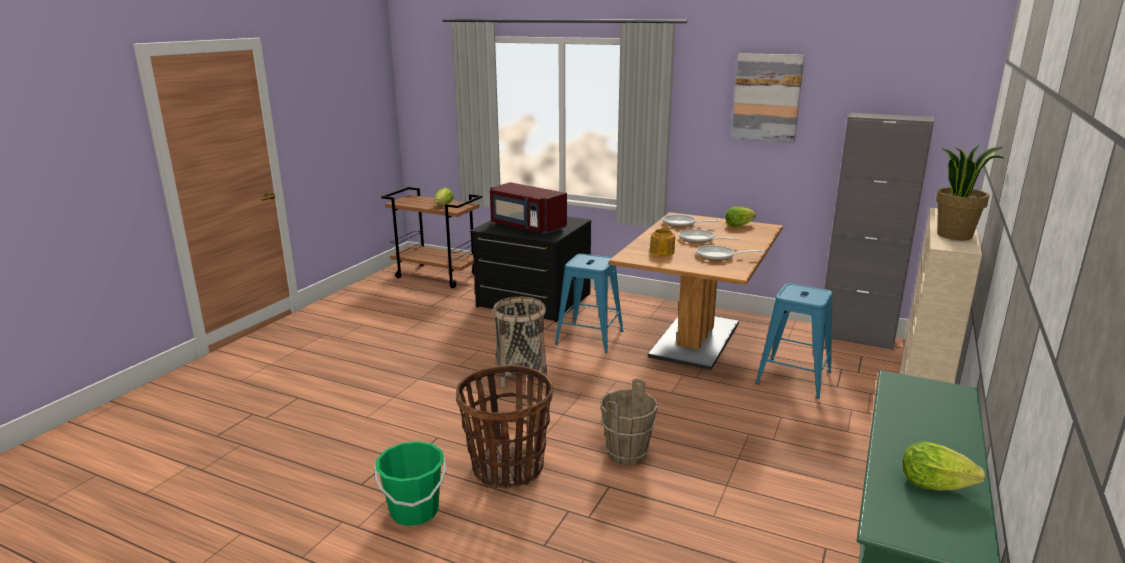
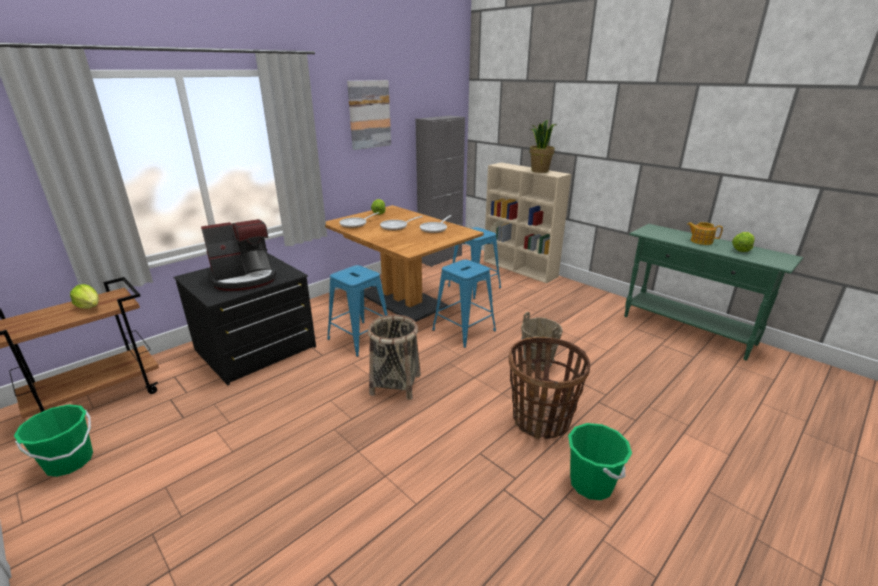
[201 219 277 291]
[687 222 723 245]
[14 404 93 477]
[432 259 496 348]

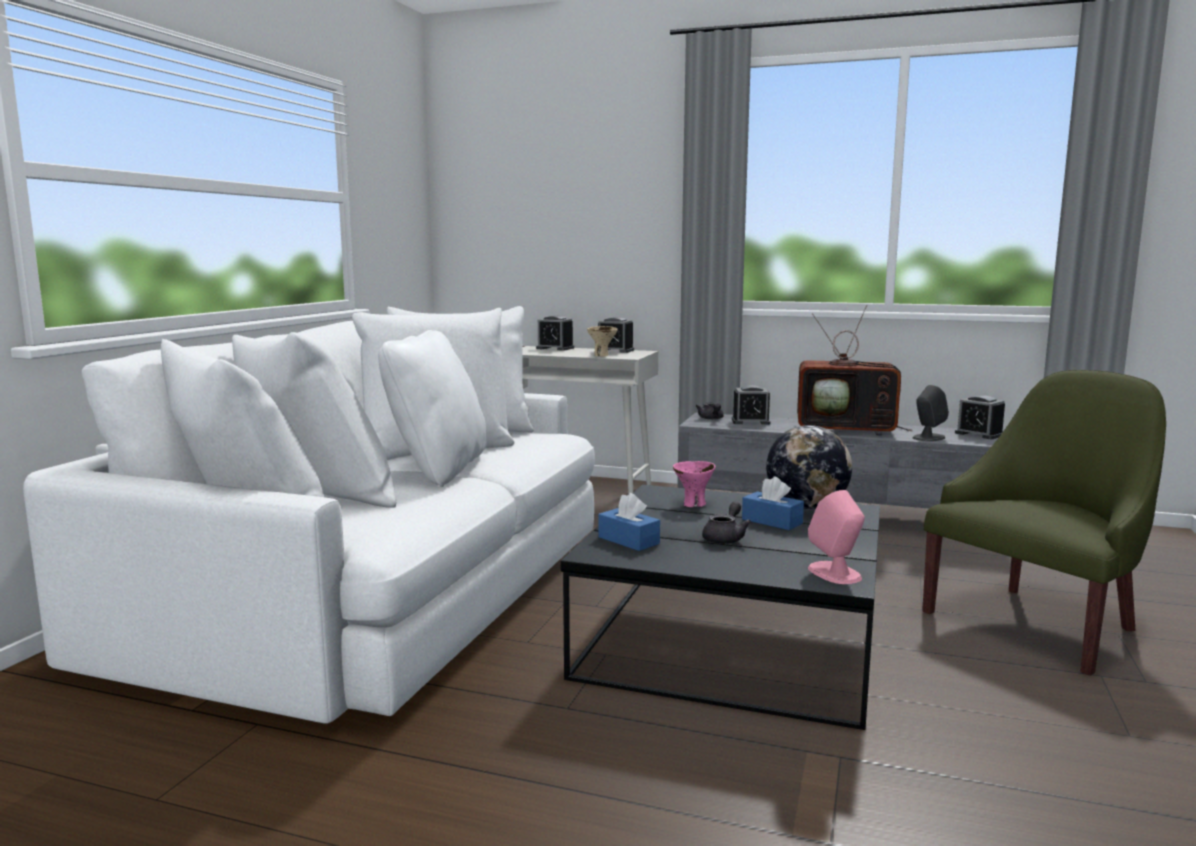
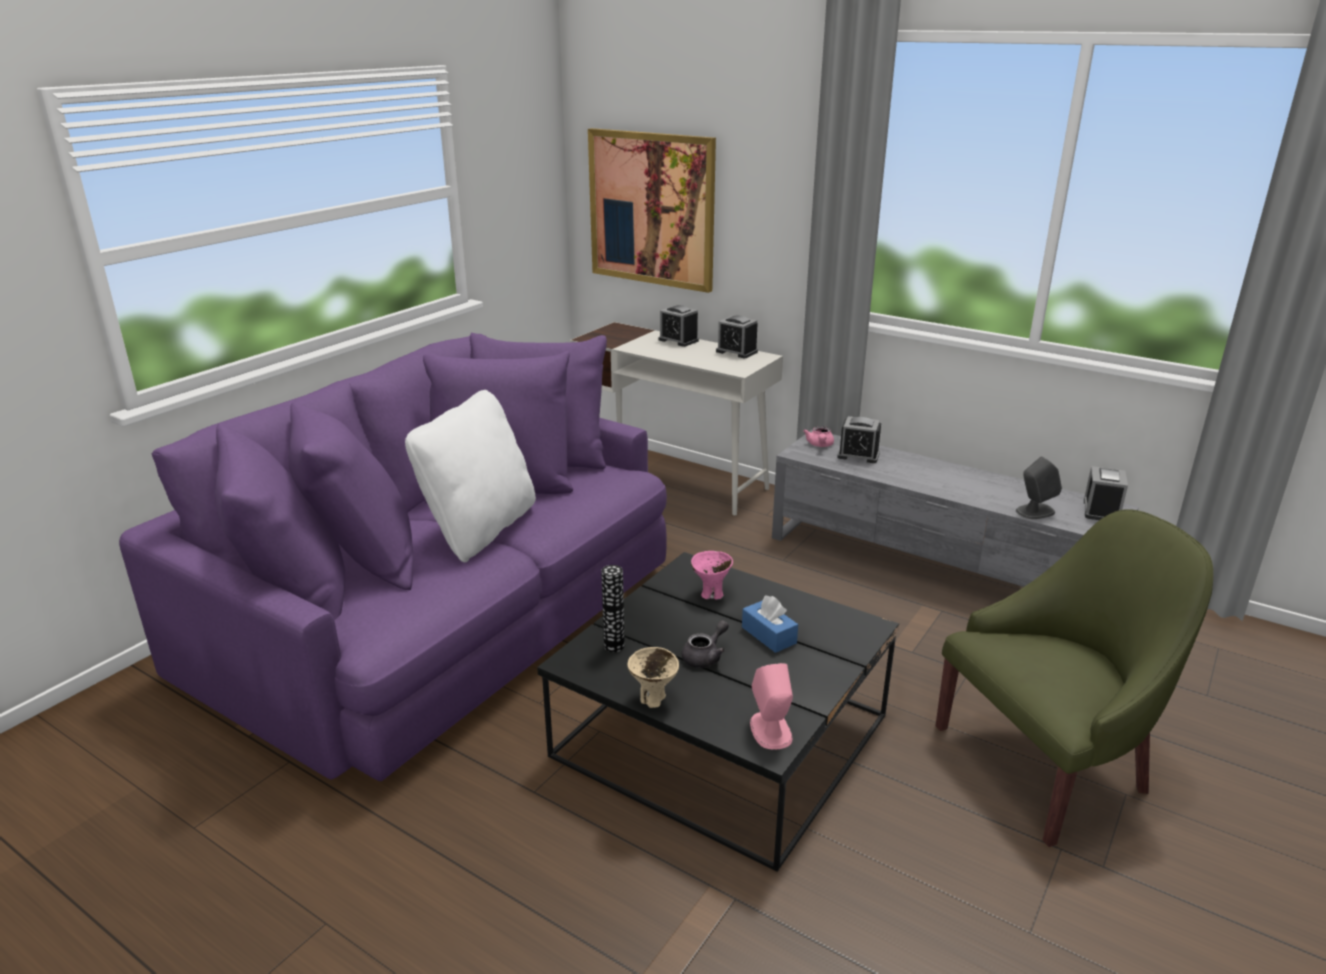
[119 333 667 781]
[628 647 679 708]
[601 565 625 652]
[803 426 834 447]
[766 425 852 509] (first image)
[797 305 912 436] (first image)
[1084 466 1128 520]
[588 128 716 293]

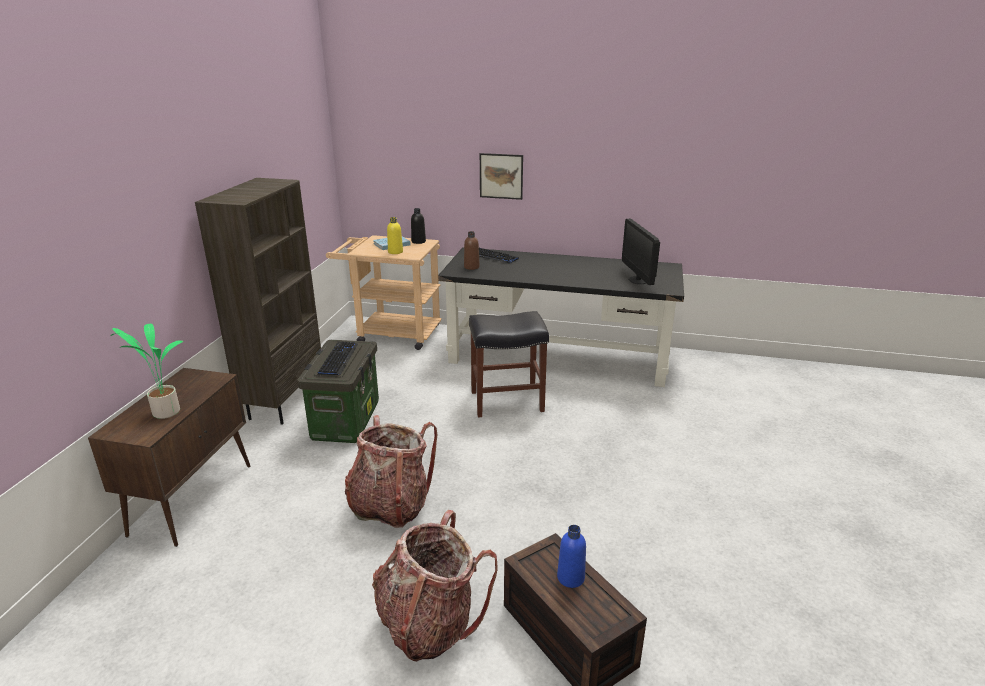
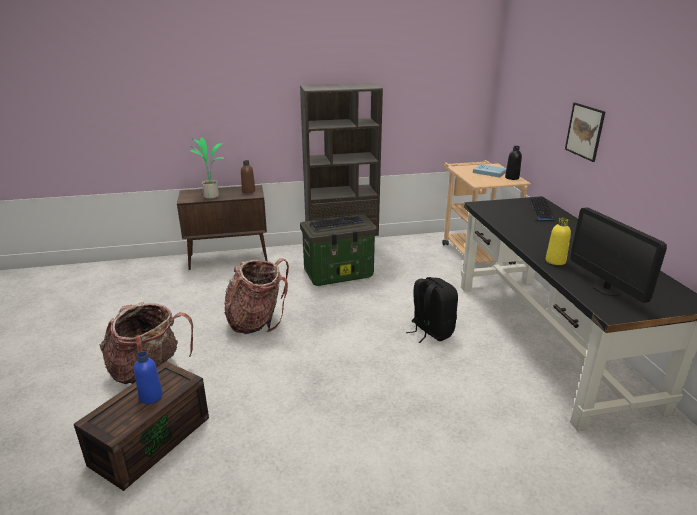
[546 218 571 265]
[241 160 255 193]
[406 277 458 343]
[570 208 667 303]

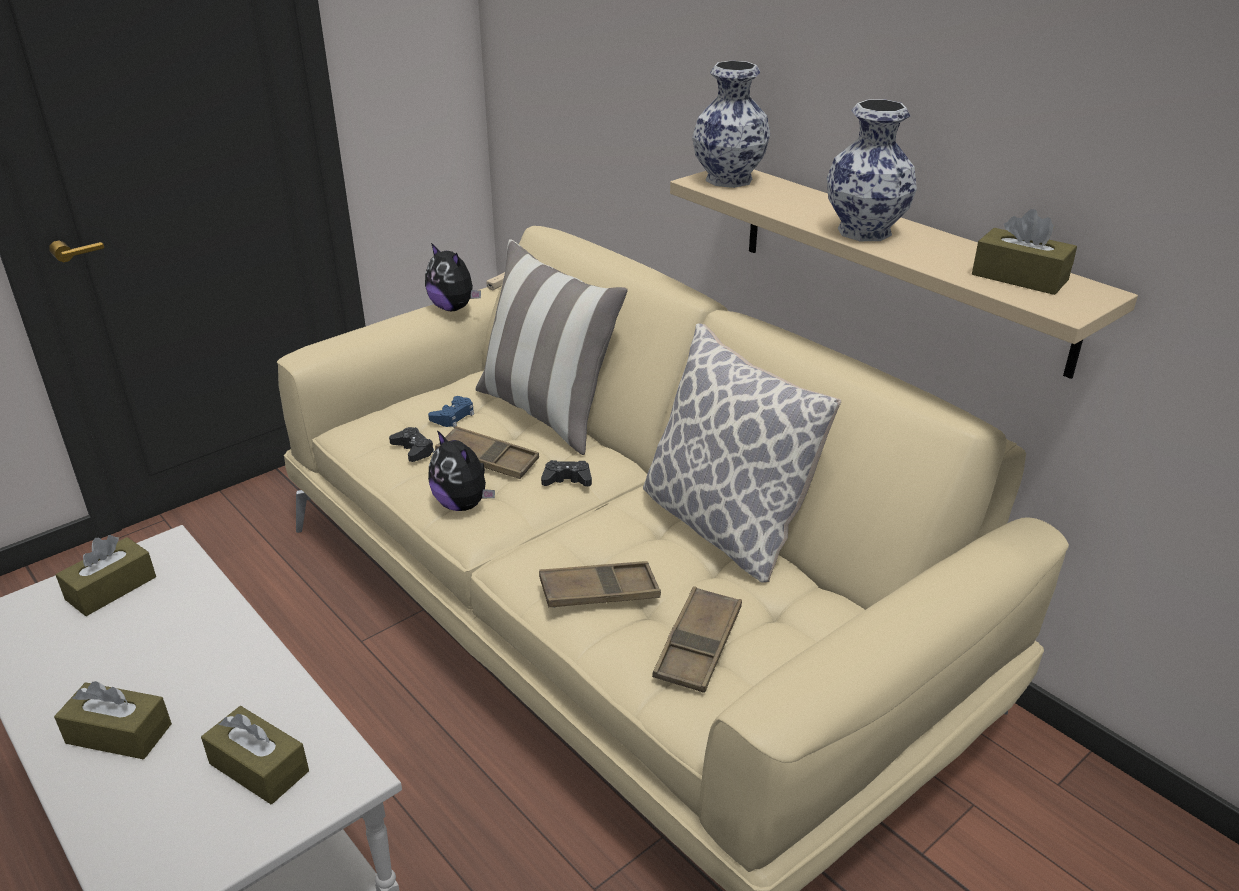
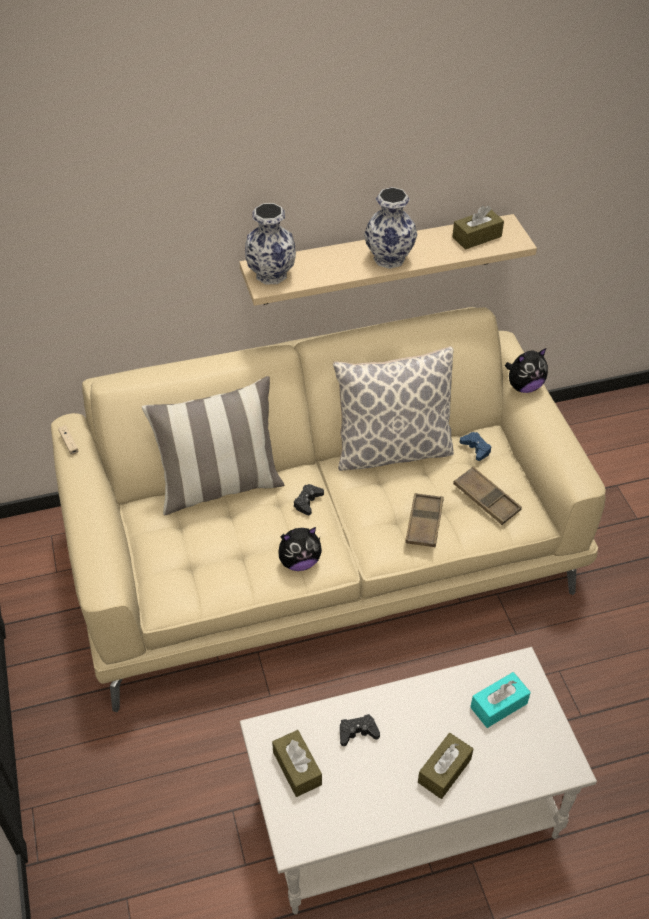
[470 672 531 728]
[340 714 380 746]
[505 348 548 393]
[460 432 491 461]
[435 426 539 479] (first image)

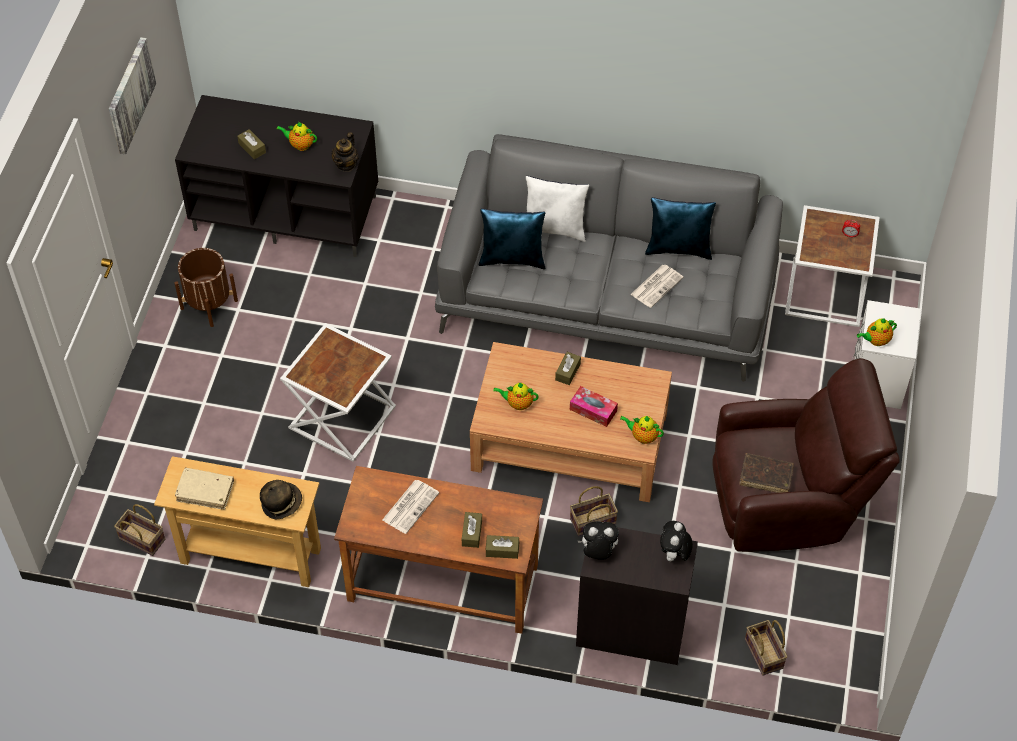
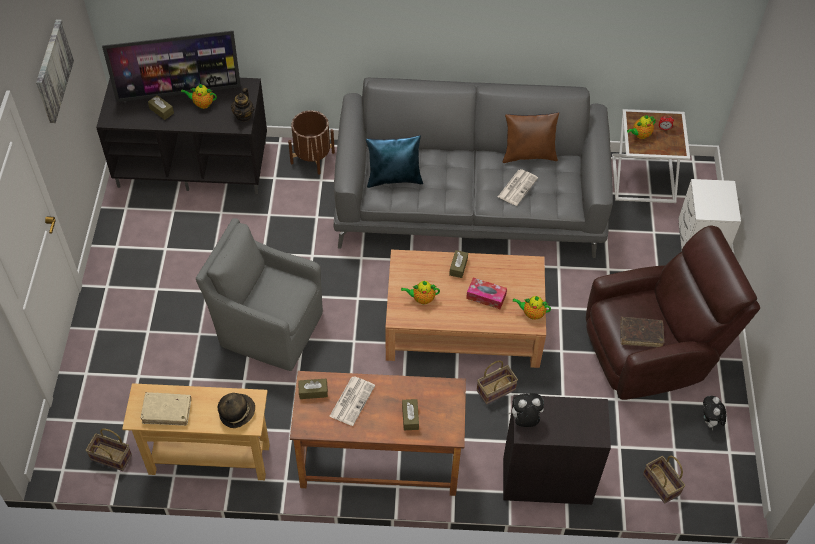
[288 110 335 175]
[196 218 323 371]
[298 379 328 399]
[526 176 589 242] (first image)
[503 112 559 163]
[703 396 726 430]
[627 115 656 139]
[102 31 241 102]

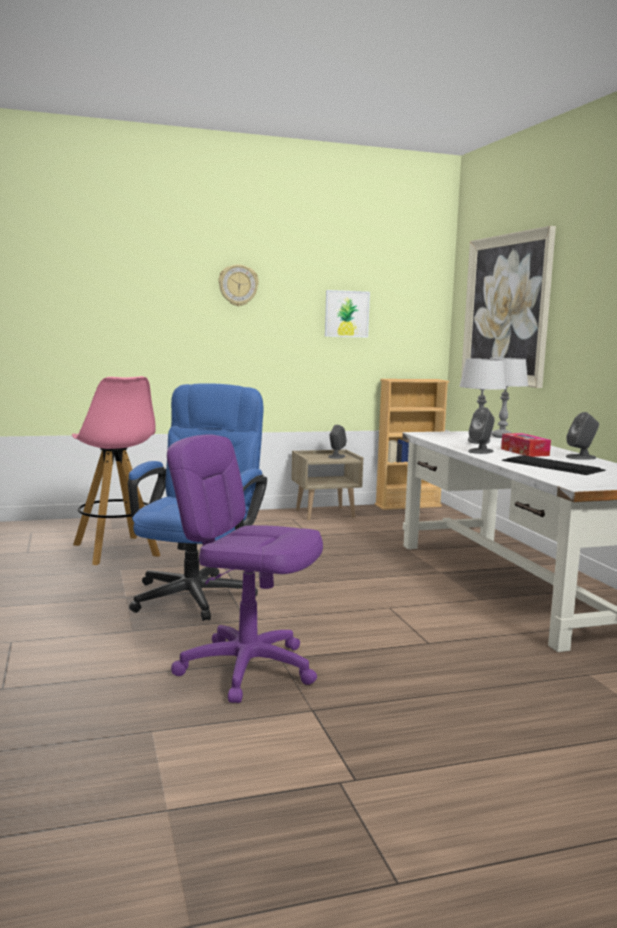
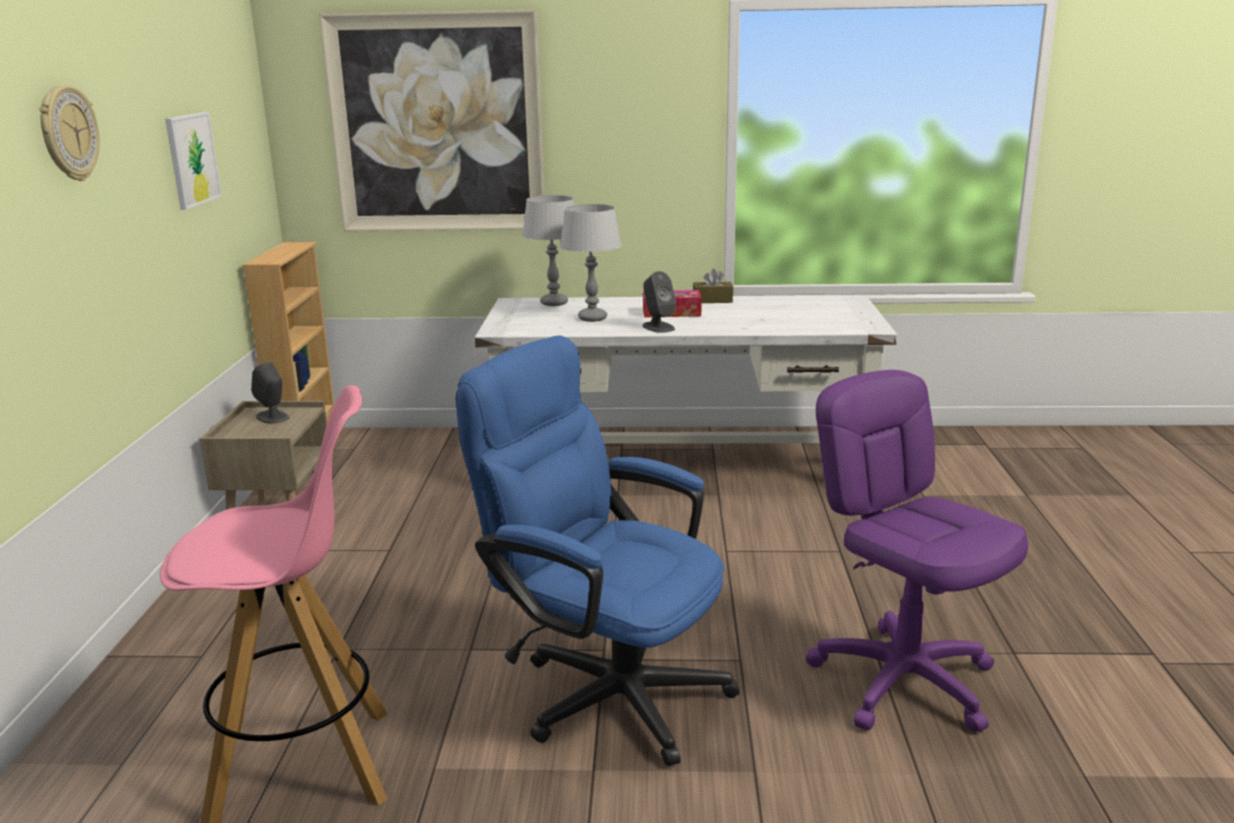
[806 370 1028 733]
[502 455 605 475] (first image)
[693 269 733 303]

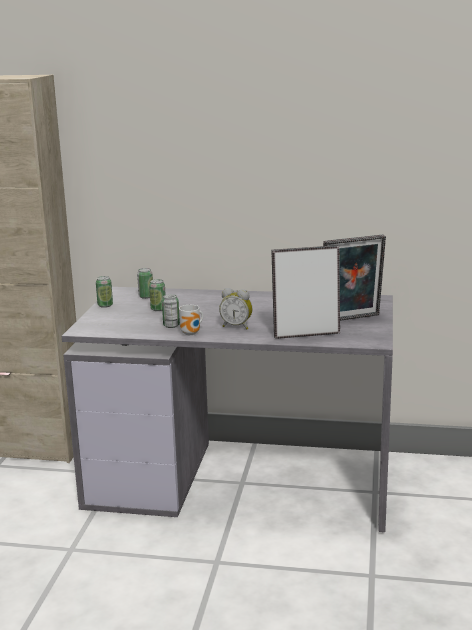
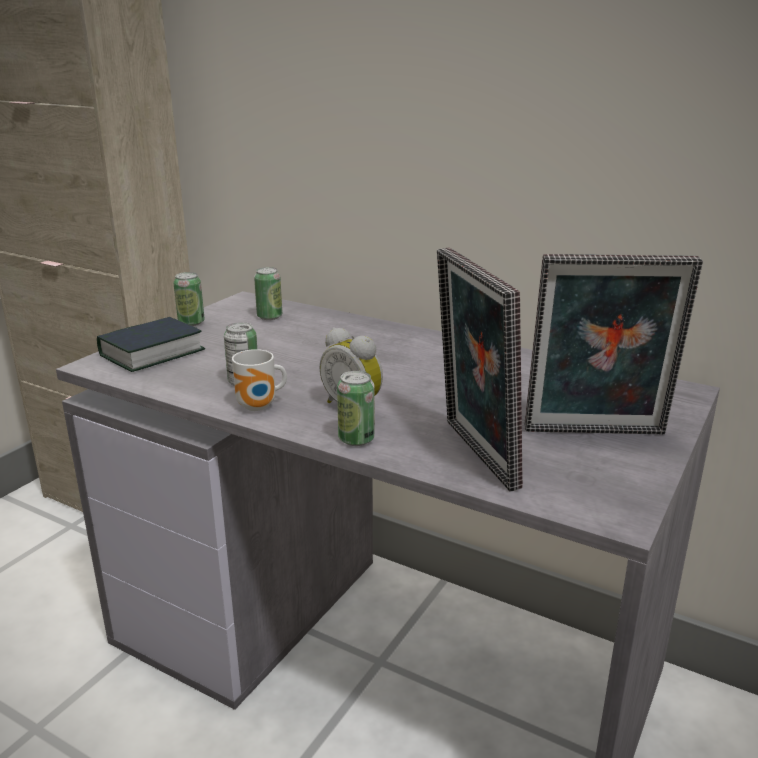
[337 371 375 446]
[437 247 523 491]
[97 317 205 372]

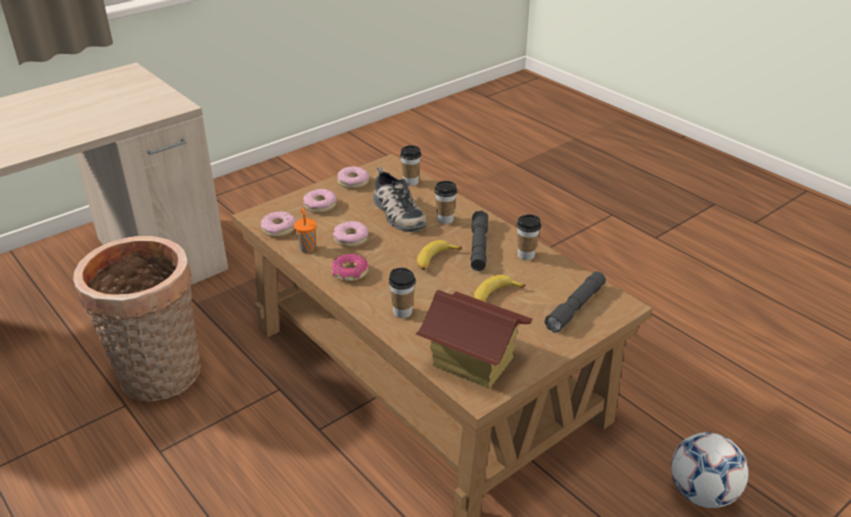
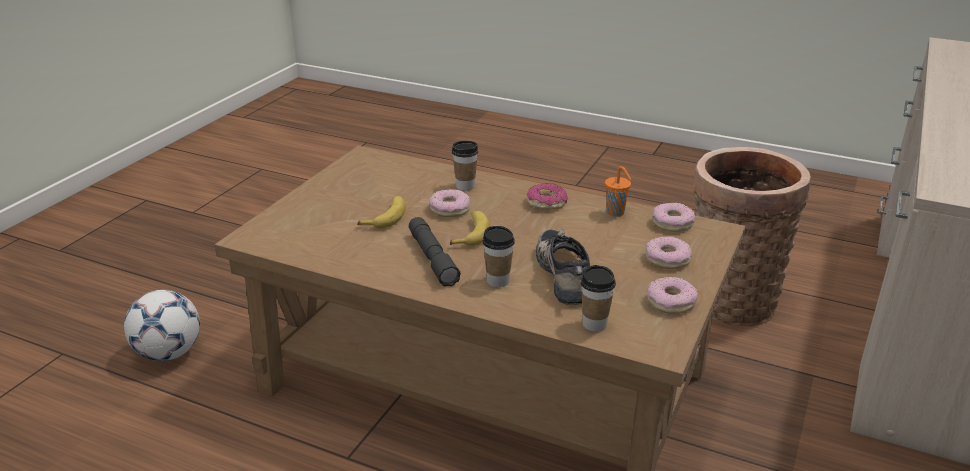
[429 189 470 217]
[536 229 590 305]
[416 290 532 389] (first image)
[516 214 541 260] (first image)
[545 271 606 333] (first image)

